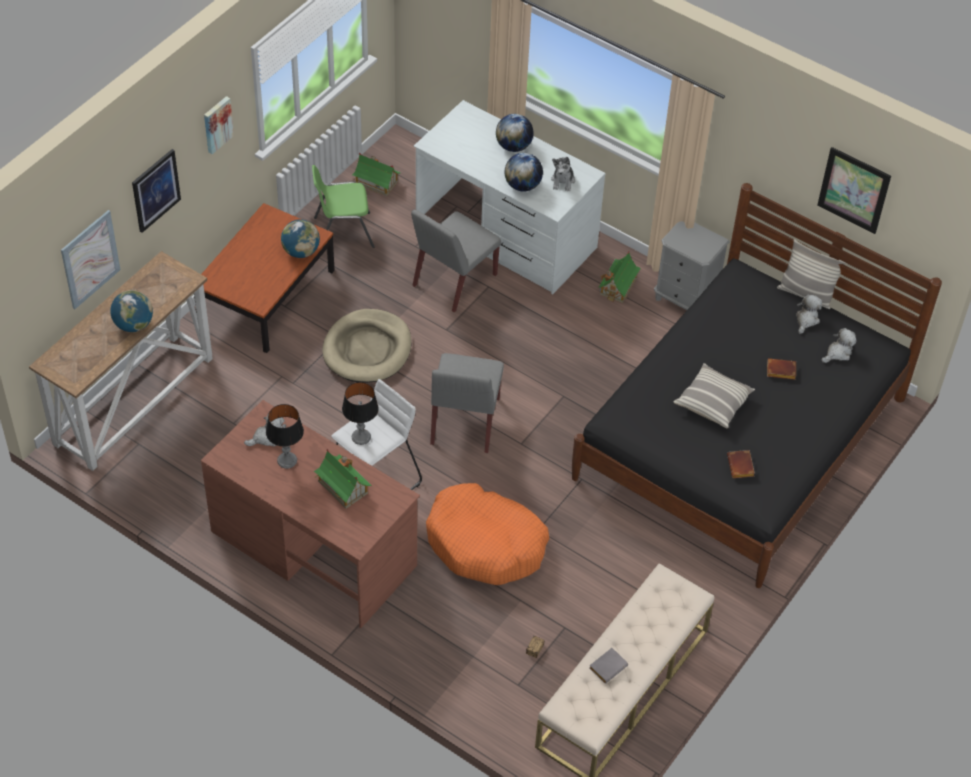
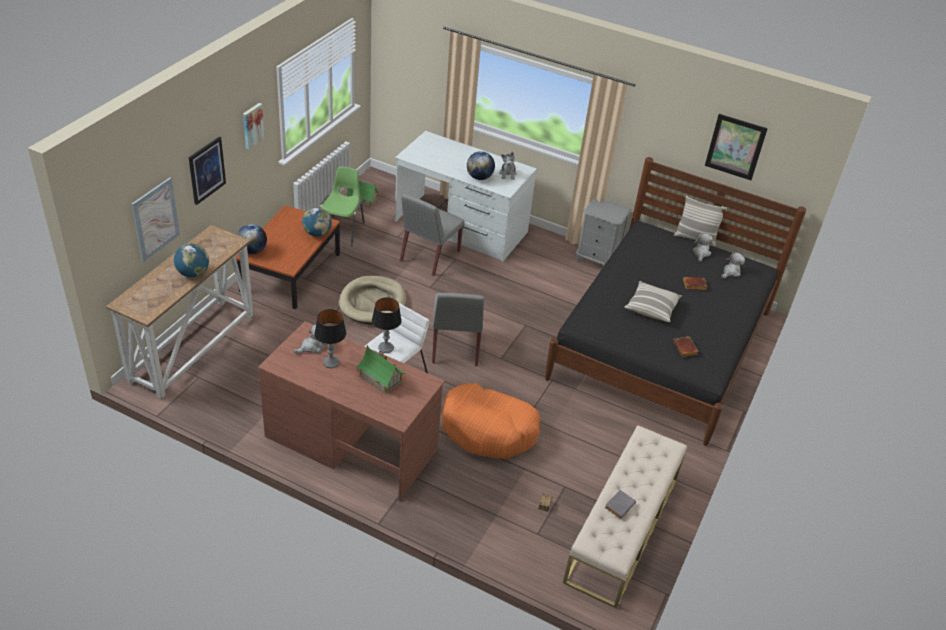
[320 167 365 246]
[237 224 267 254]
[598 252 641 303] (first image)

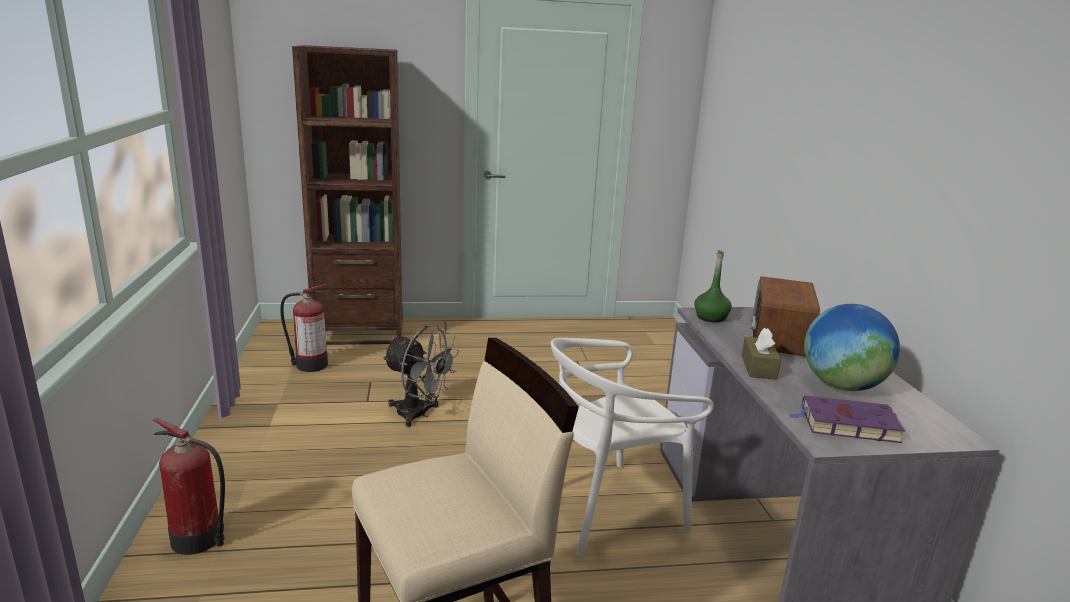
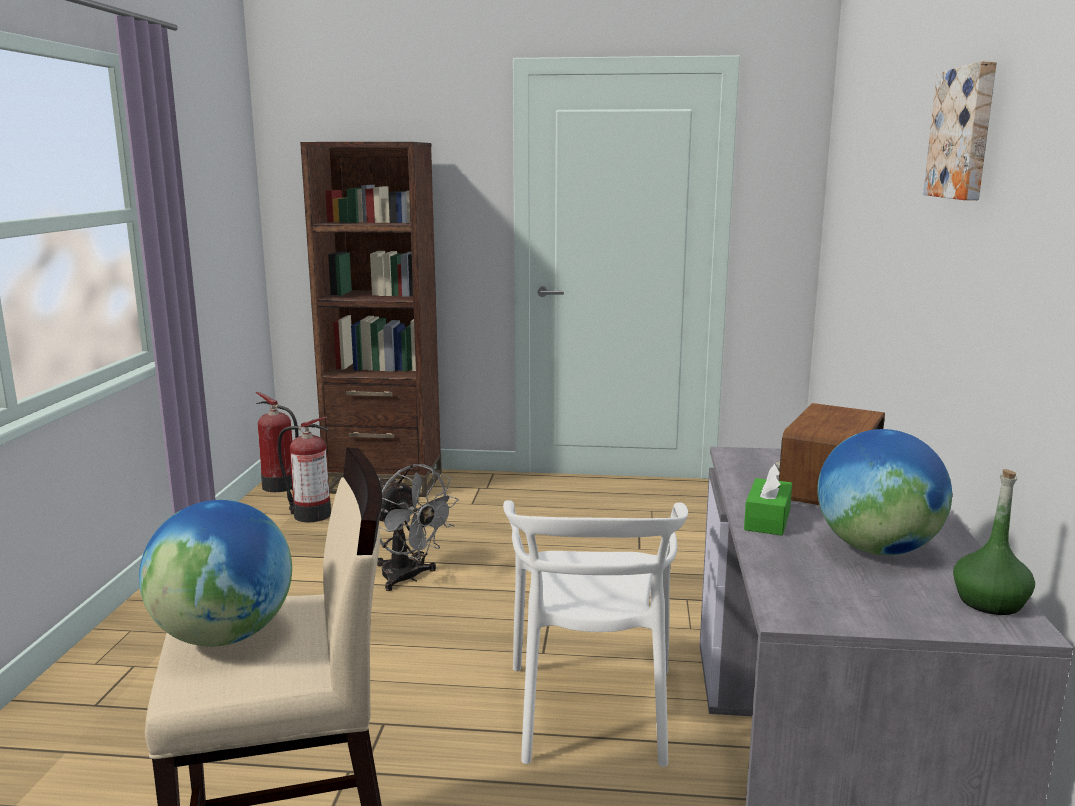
[256 392 299 492]
[503 500 688 767]
[953 469 1035 615]
[744 464 792 535]
[789 395 905 443] (first image)
[139 500 292 647]
[923 61 997 200]

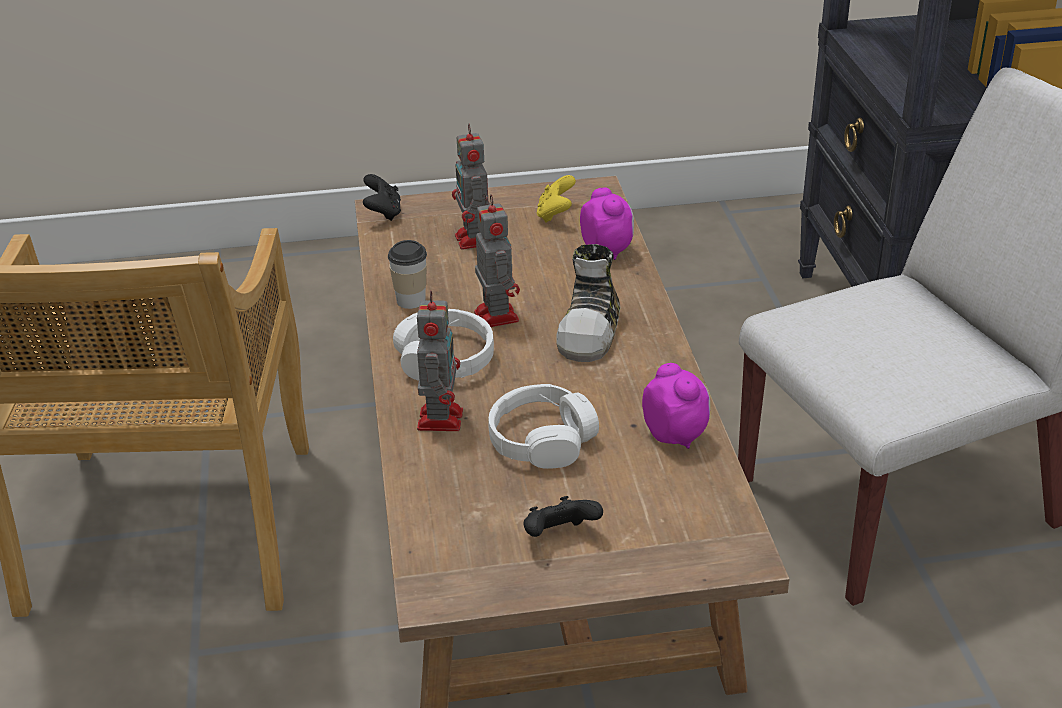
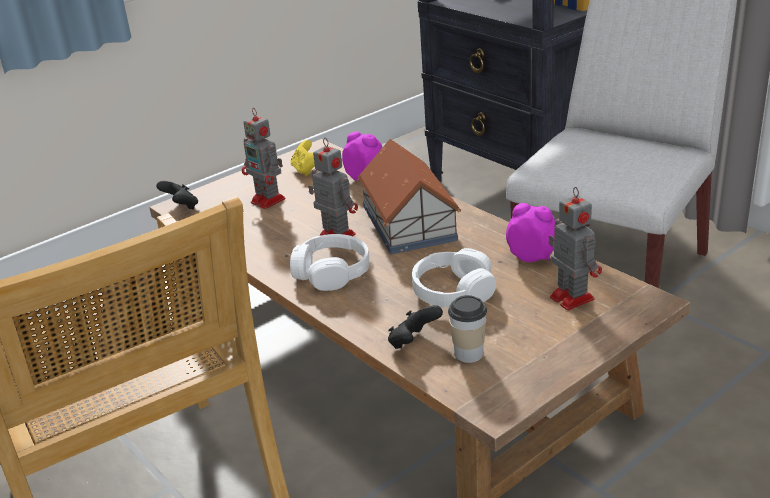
[448 295 487 363]
[549 187 602 310]
[388 305 443 349]
[357 139 461 254]

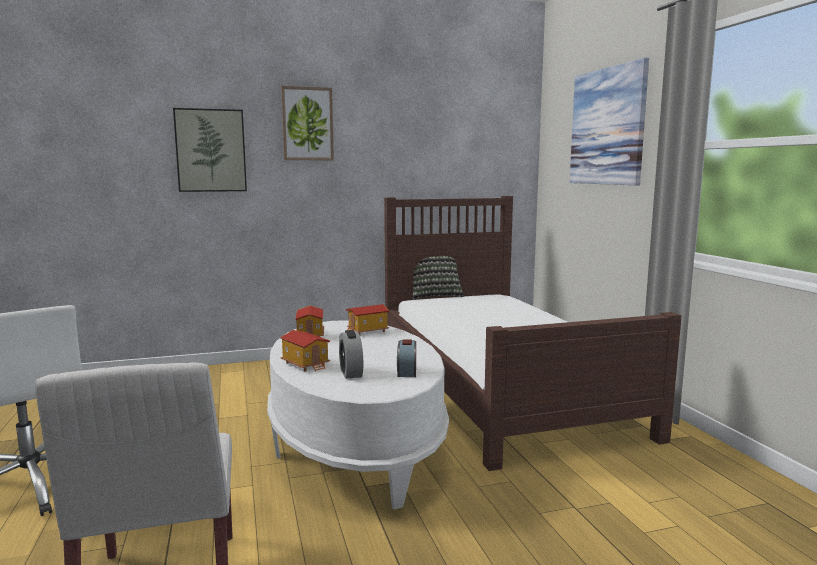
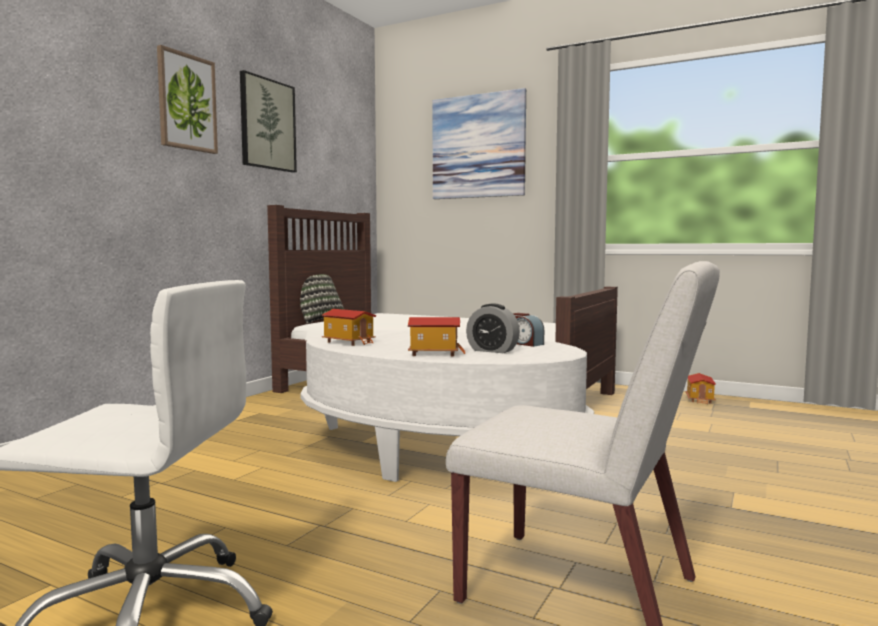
[240 70 297 173]
[686 373 716 404]

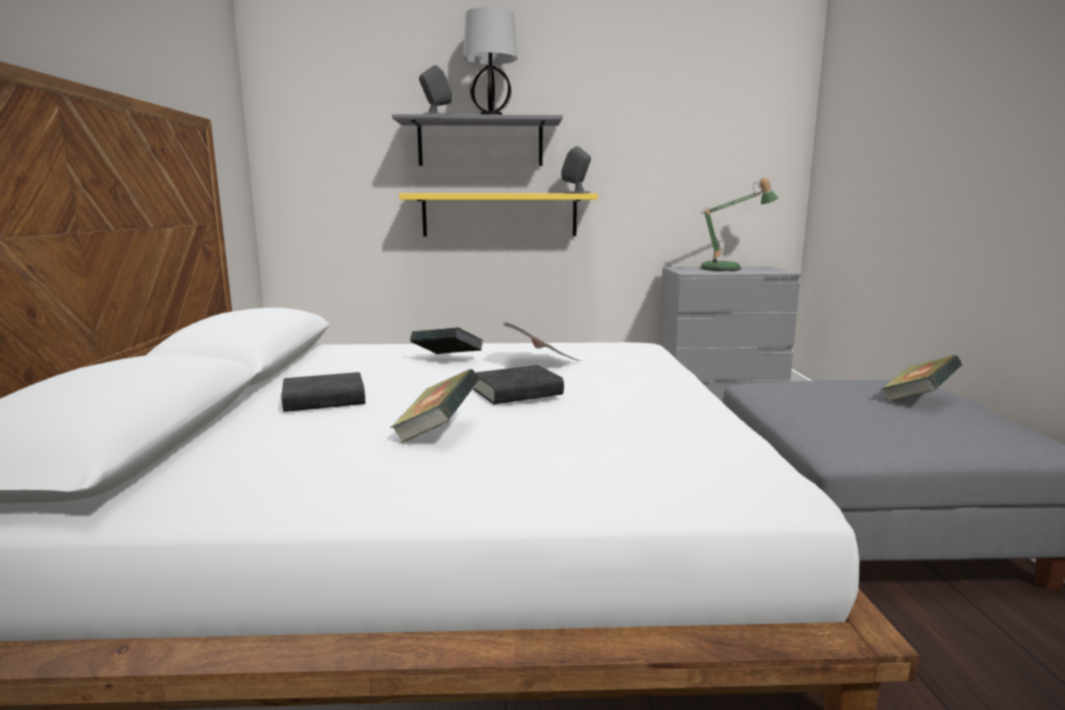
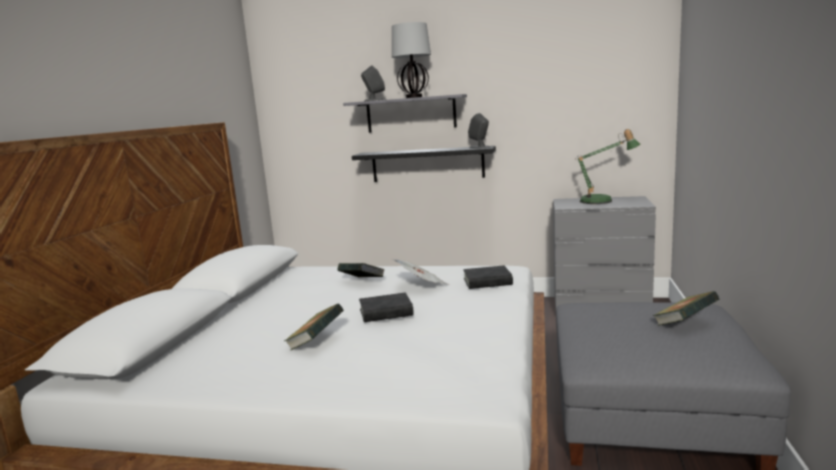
[463 265 513 289]
[352 146 496 182]

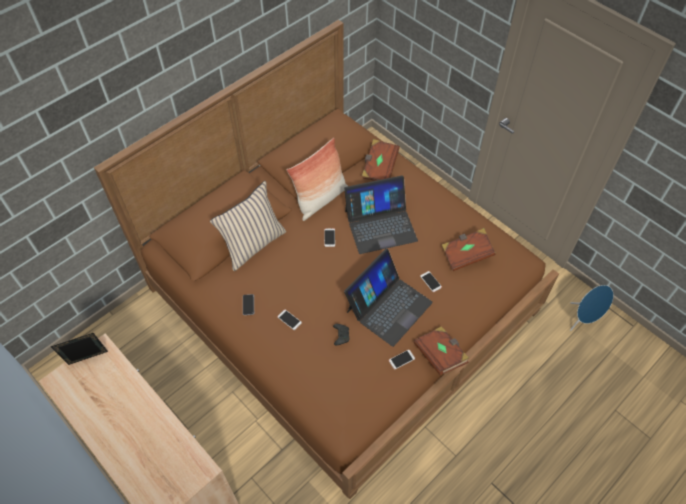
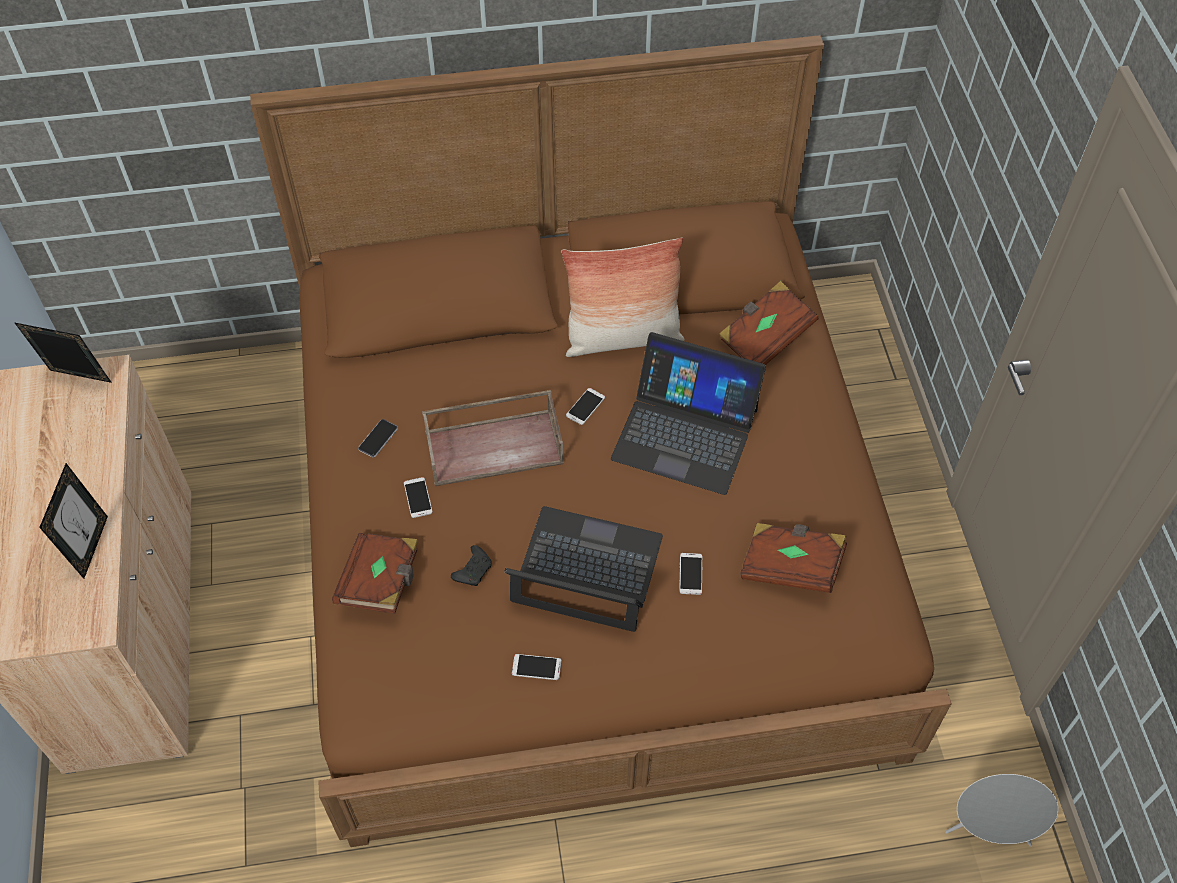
[210 181 286 271] (first image)
[504 506 663 632]
[332 533 418 614]
[945 774 1059 847]
[39 463 108 579]
[422 390 564 486]

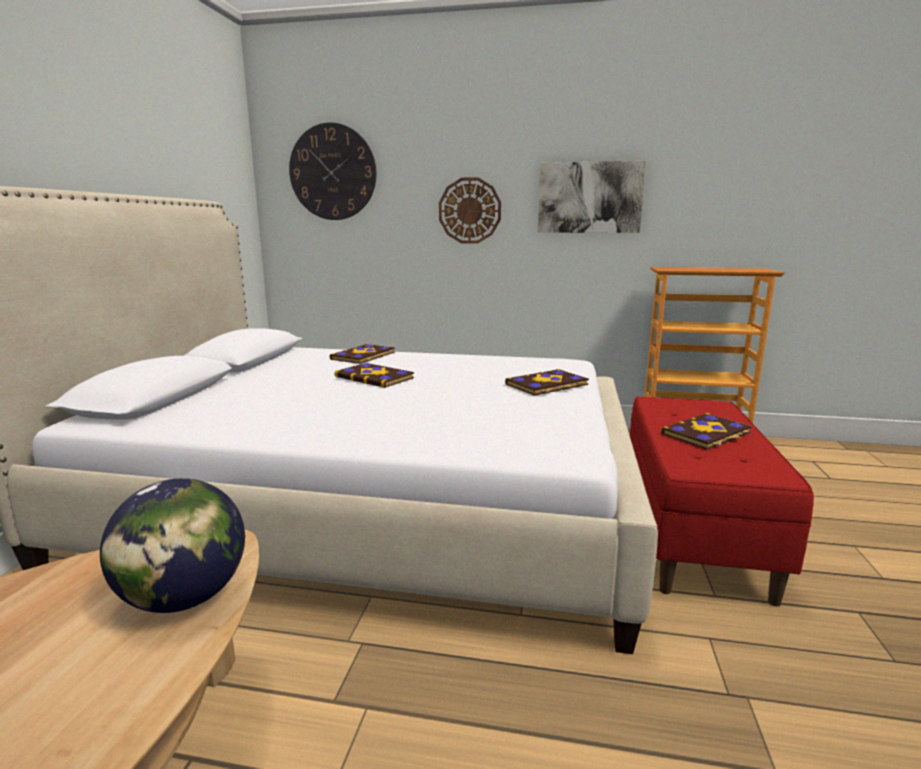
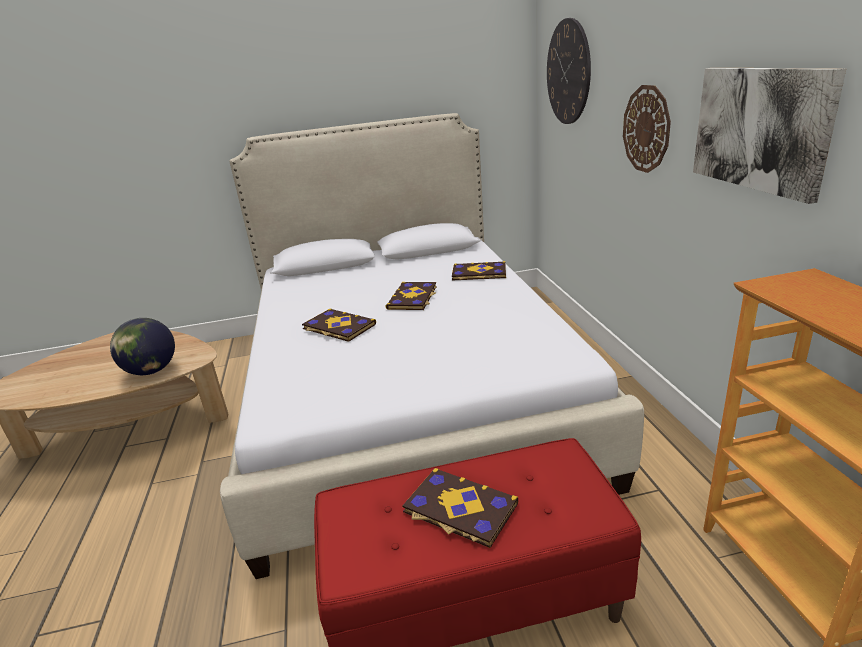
[302 308 376 342]

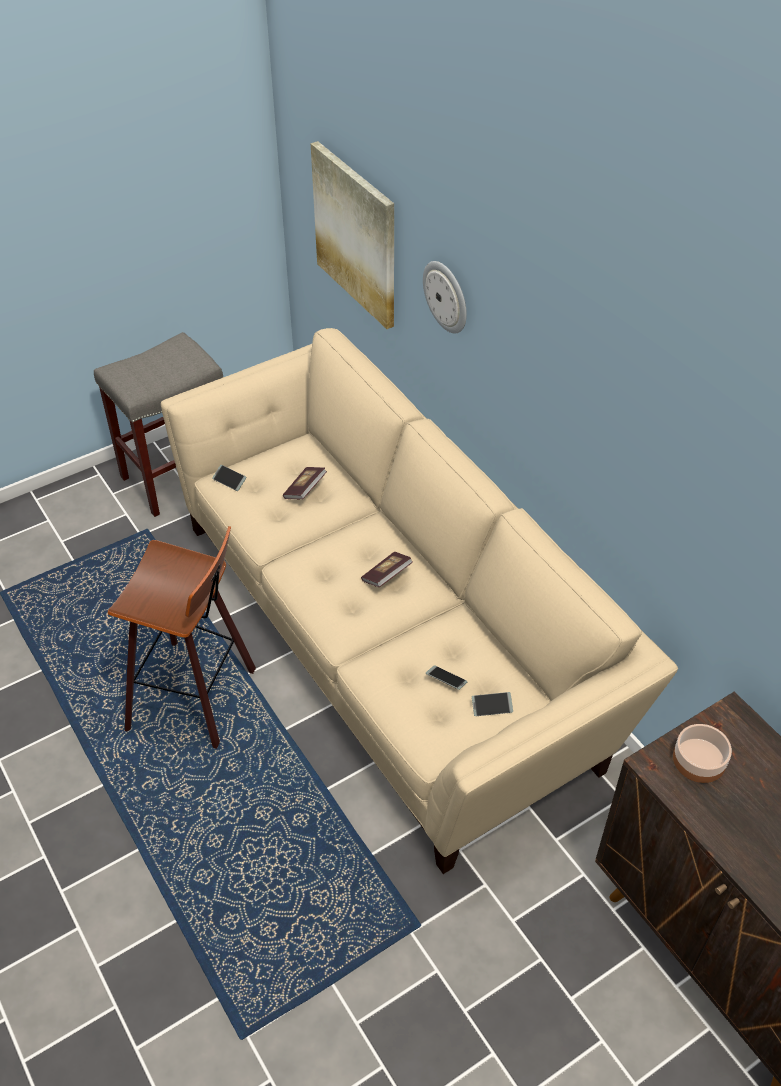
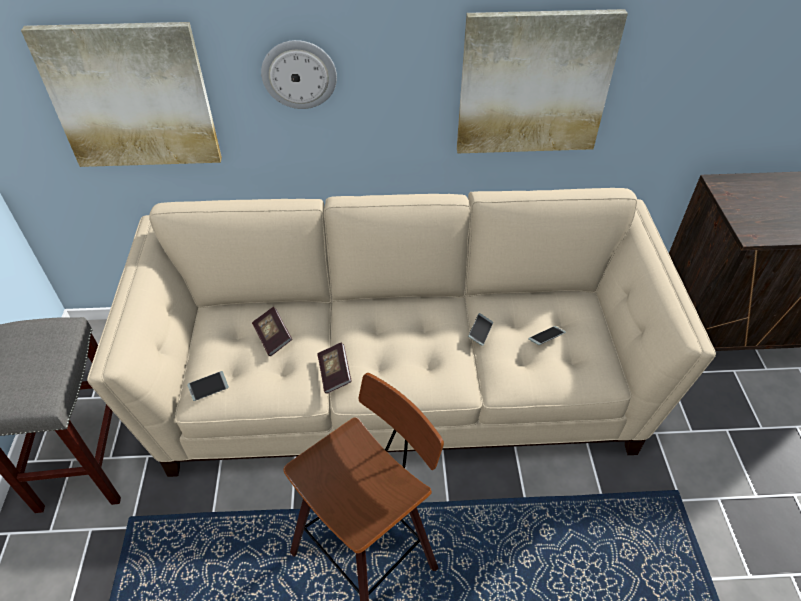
[317 342 352 394]
[468 313 493 346]
[673 724 732 783] (first image)
[457 9 628 153]

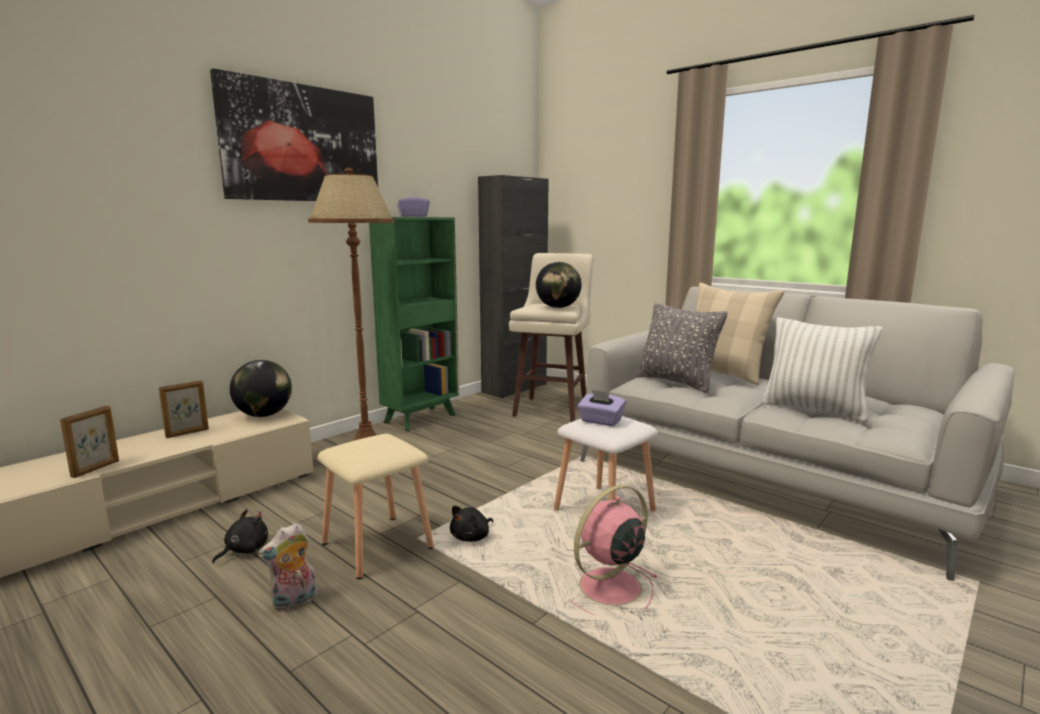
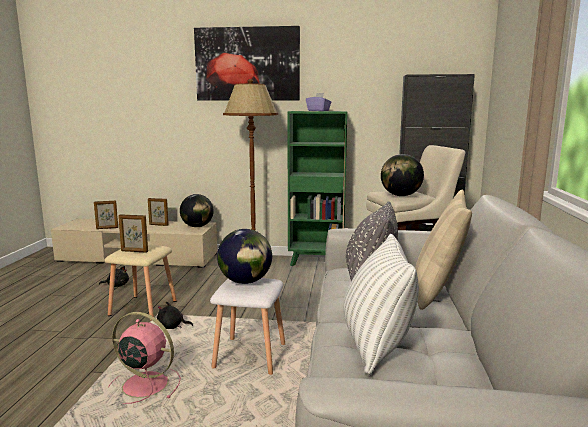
[258 523 317 611] (first image)
[217 229 272 284]
[118 214 148 253]

